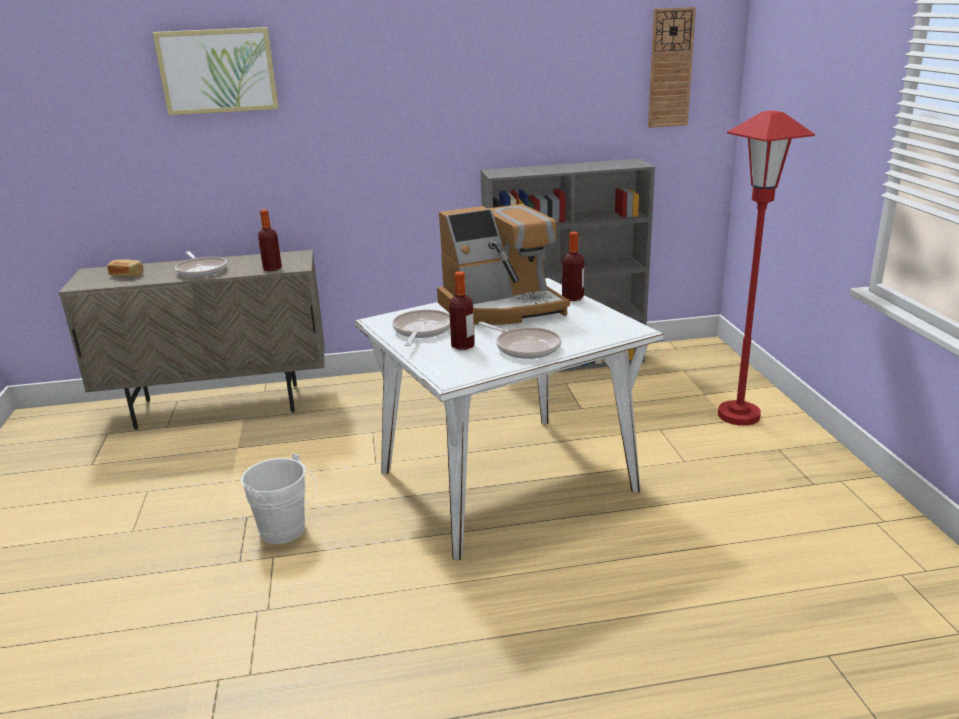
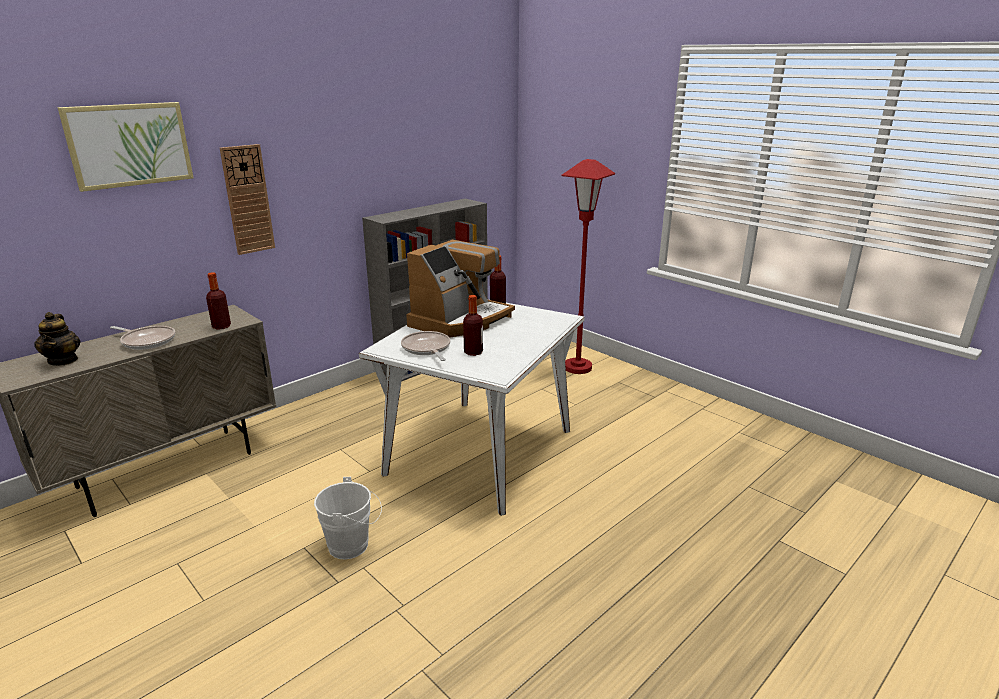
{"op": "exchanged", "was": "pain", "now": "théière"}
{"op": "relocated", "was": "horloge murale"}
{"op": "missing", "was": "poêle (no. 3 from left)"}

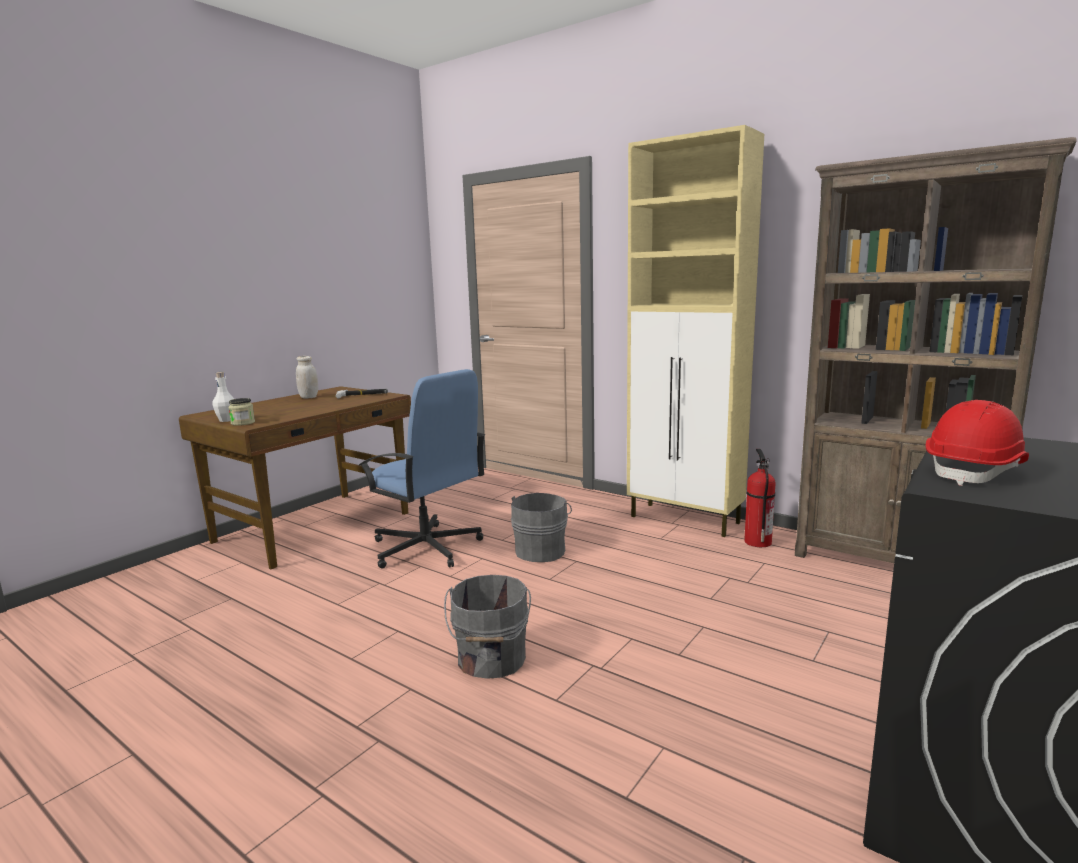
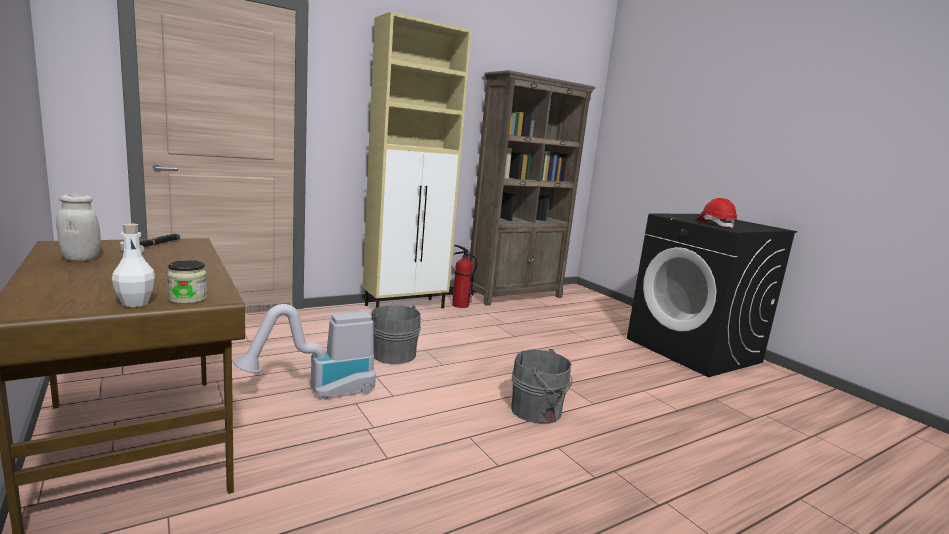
{"op": "exchanged", "was": "chaise de bureau/bleu", "now": "aspirateur"}

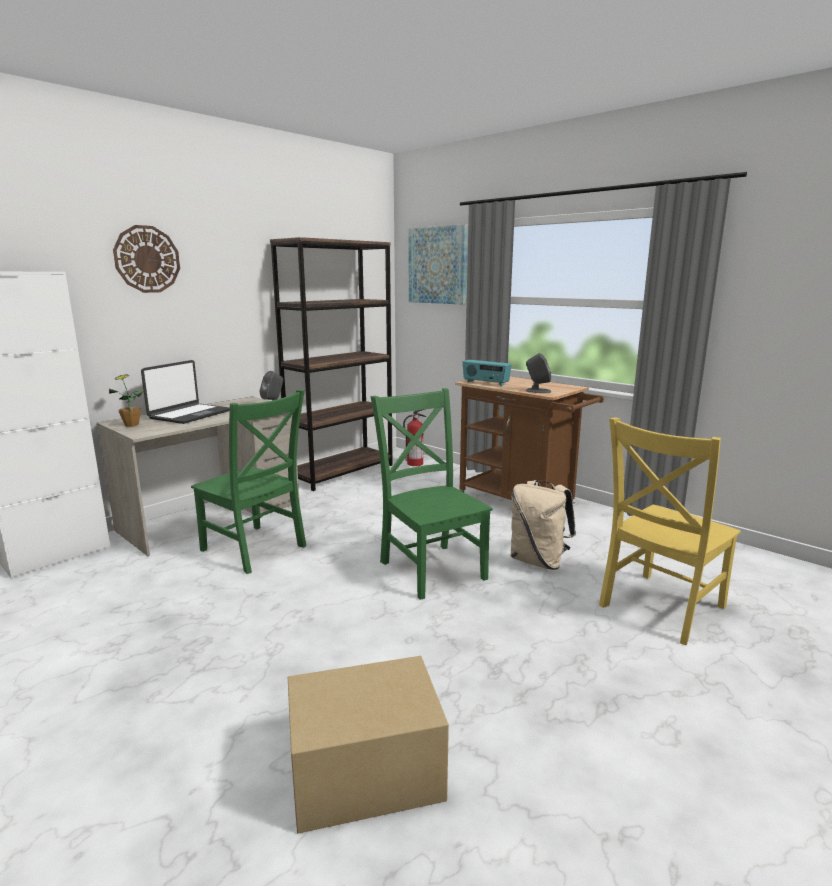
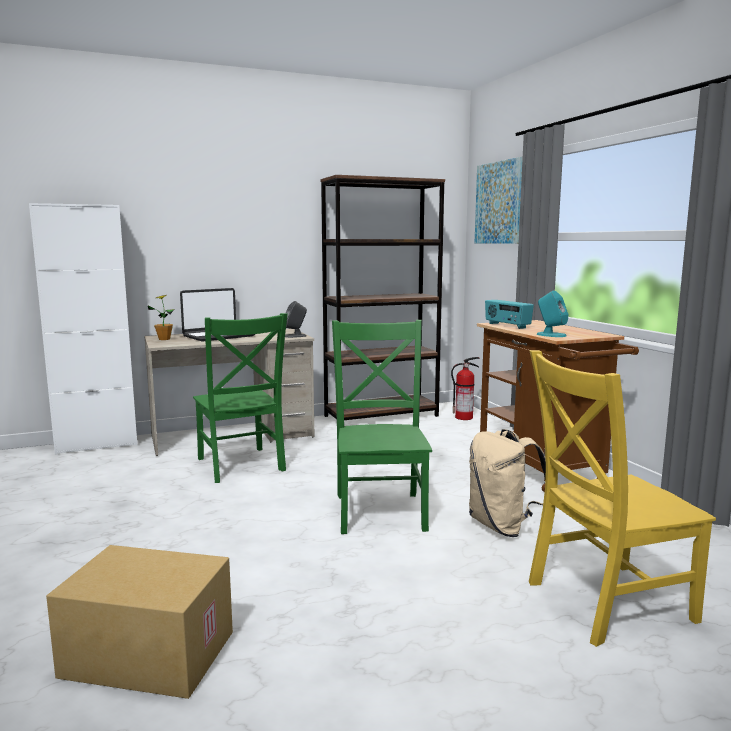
{"op": "colour", "was": "enceinte/gris (no. 2 from left)", "now": "enceinte/turquoise"}
{"op": "missing", "was": "horloge murale"}

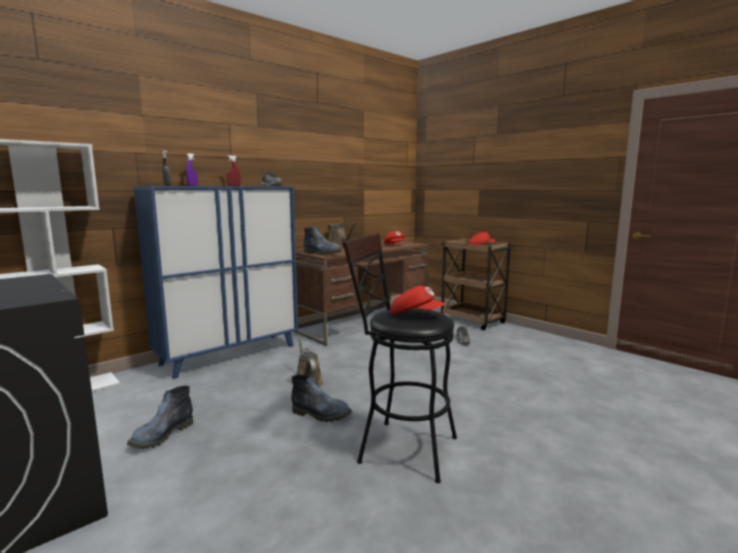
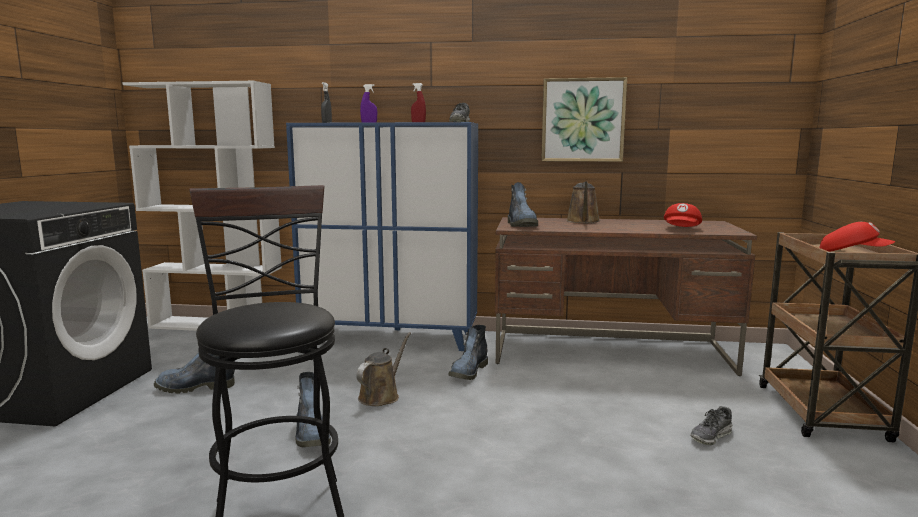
{"op": "appeared", "now": "botte (no. 3 from left)"}
{"op": "appeared", "now": "tableau"}
{"op": "missing", "was": "casquette/rouge (no. 2 from left)"}

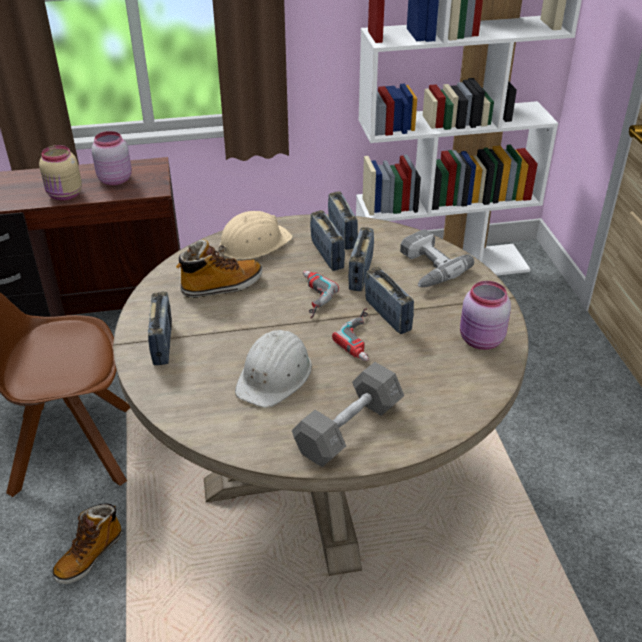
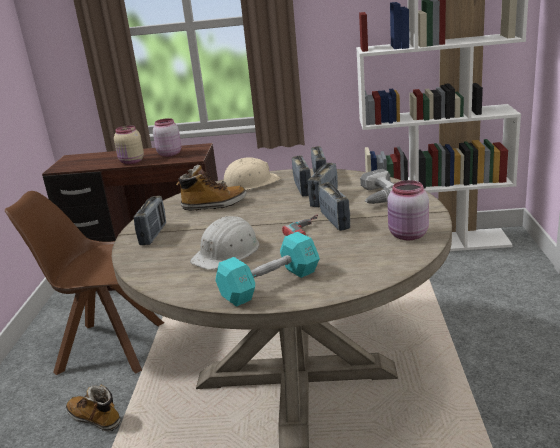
{"op": "spun", "was": "botte (no. 1 from left)", "clockwise": 75}
{"op": "colour", "was": "haltère/gris", "now": "haltère/turquoise"}
{"op": "missing", "was": "perceuse (no. 1 from left)"}

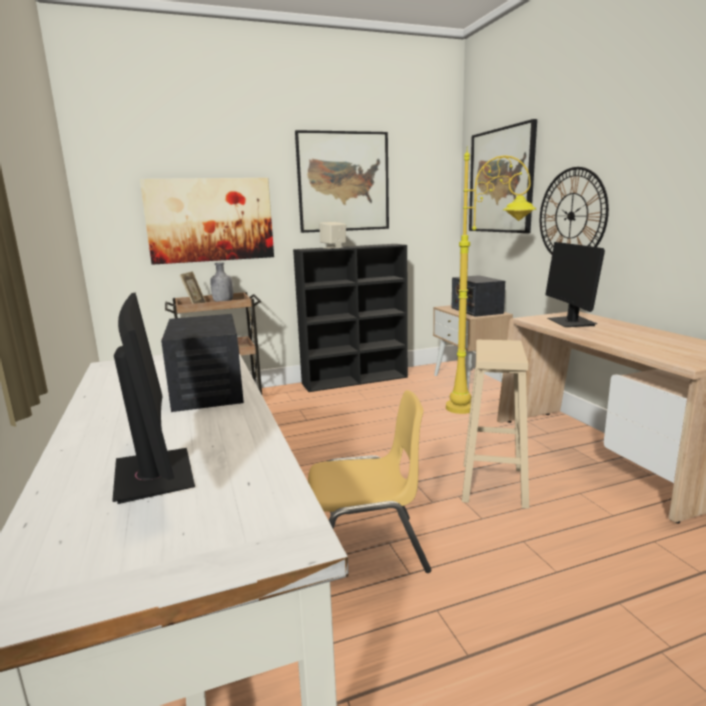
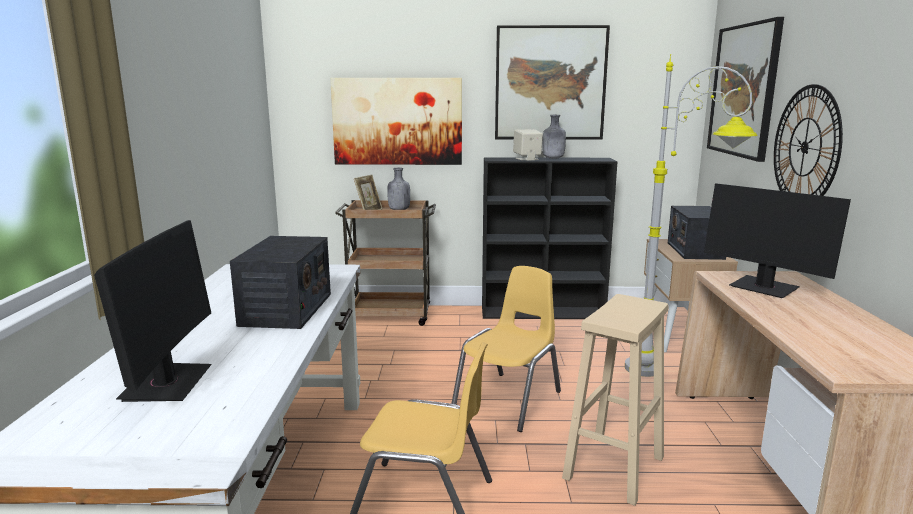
{"op": "appeared", "now": "chaise/jaune (no. 2 from left)"}
{"op": "appeared", "now": "bouteille/gris (no. 2 from left)"}
{"op": "colour", "was": "lampadaire/jaune", "now": "lampadaire/gris"}
{"op": "spun", "was": "écran d'ordinateur (no. 2 from left)", "clockwise": -60}

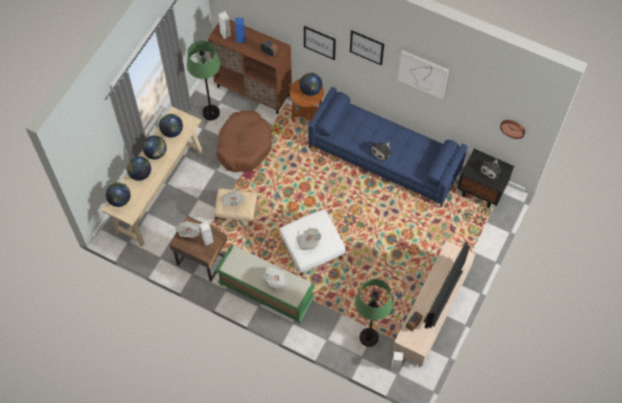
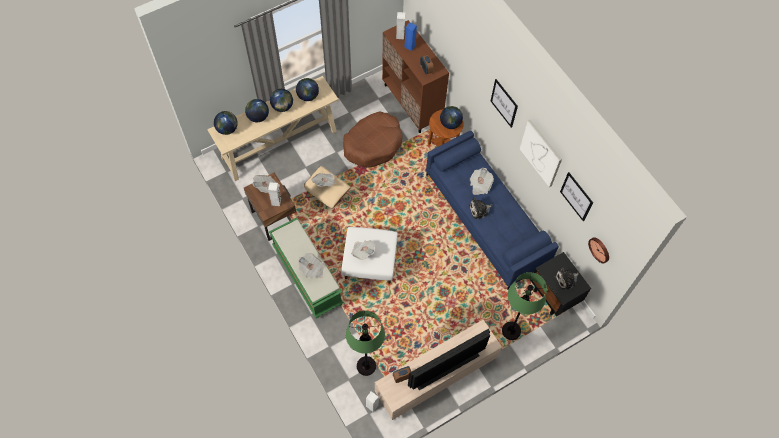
{"op": "appeared", "now": "journal (no. 5 from left)"}
{"op": "relocated", "was": "lampadaire/vert (no. 1 from left in the first image)", "now": "lampadaire/vert (no. 2 from left)"}
{"op": "relocated", "was": "tableau (no. 1 from left in the first image)", "now": "tableau (no. 3 from left)"}

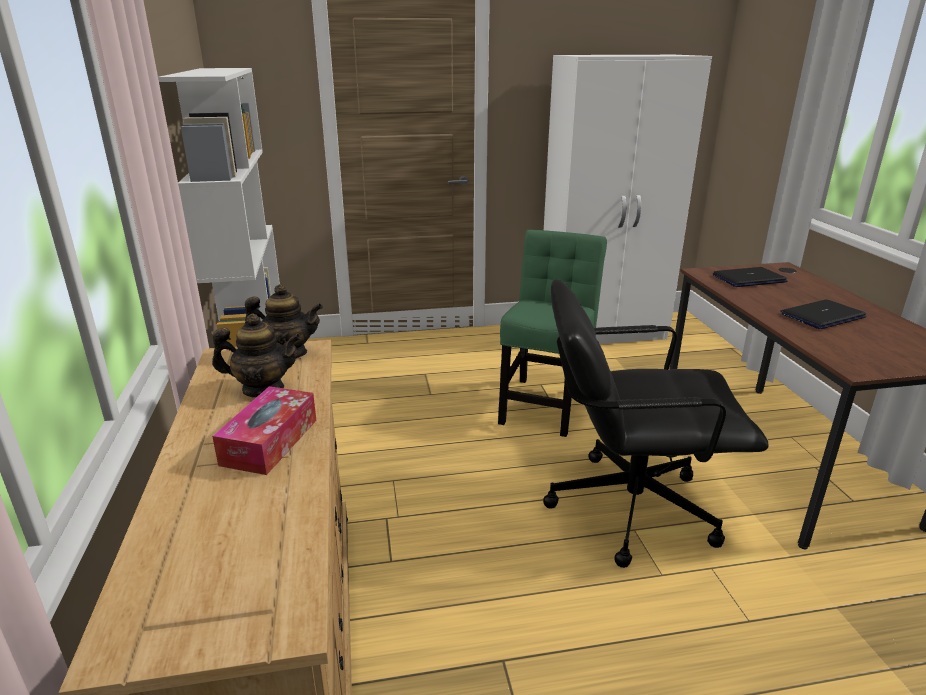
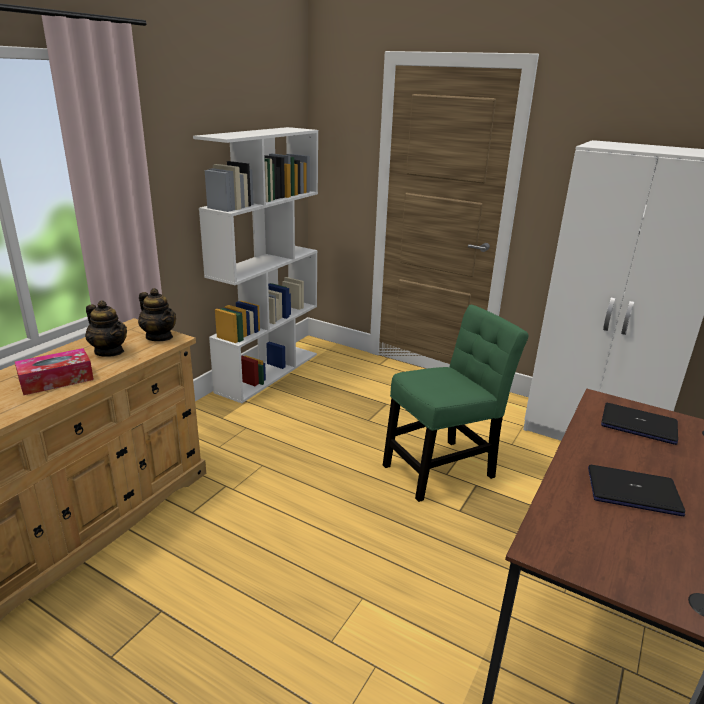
{"op": "missing", "was": "chaise de bureau/noir"}

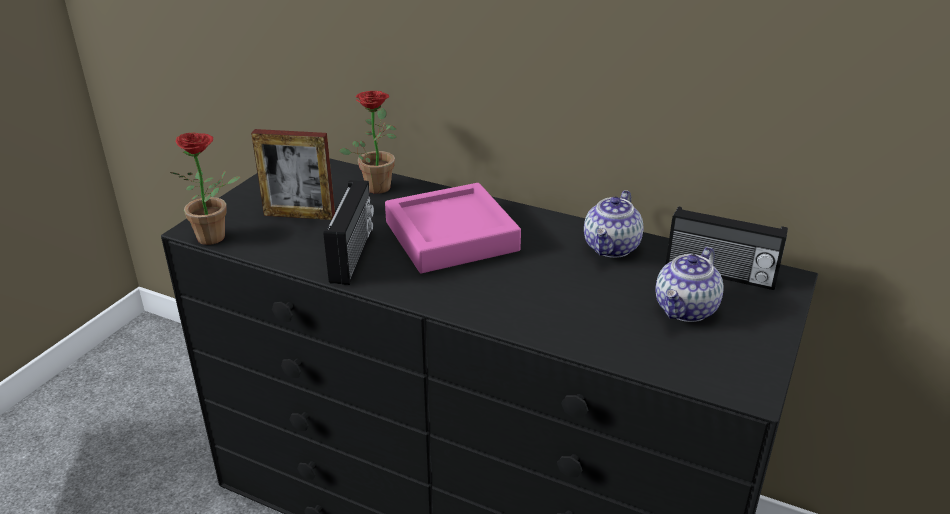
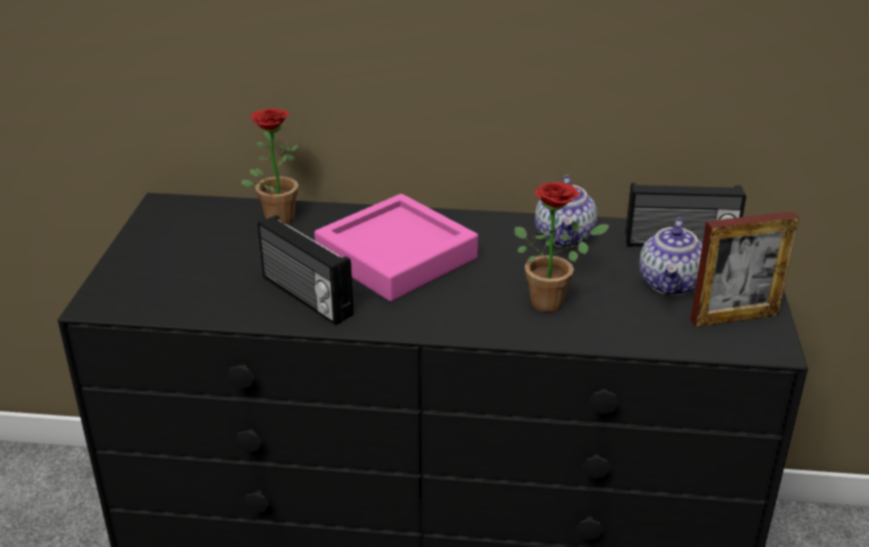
{"op": "spun", "was": "radio (no. 1 from left)", "clockwise": 150}
{"op": "relocated", "was": "plante en pot (no. 1 from left in the first image)", "now": "plante en pot (no. 2 from left)"}
{"op": "relocated", "was": "cadre photo"}

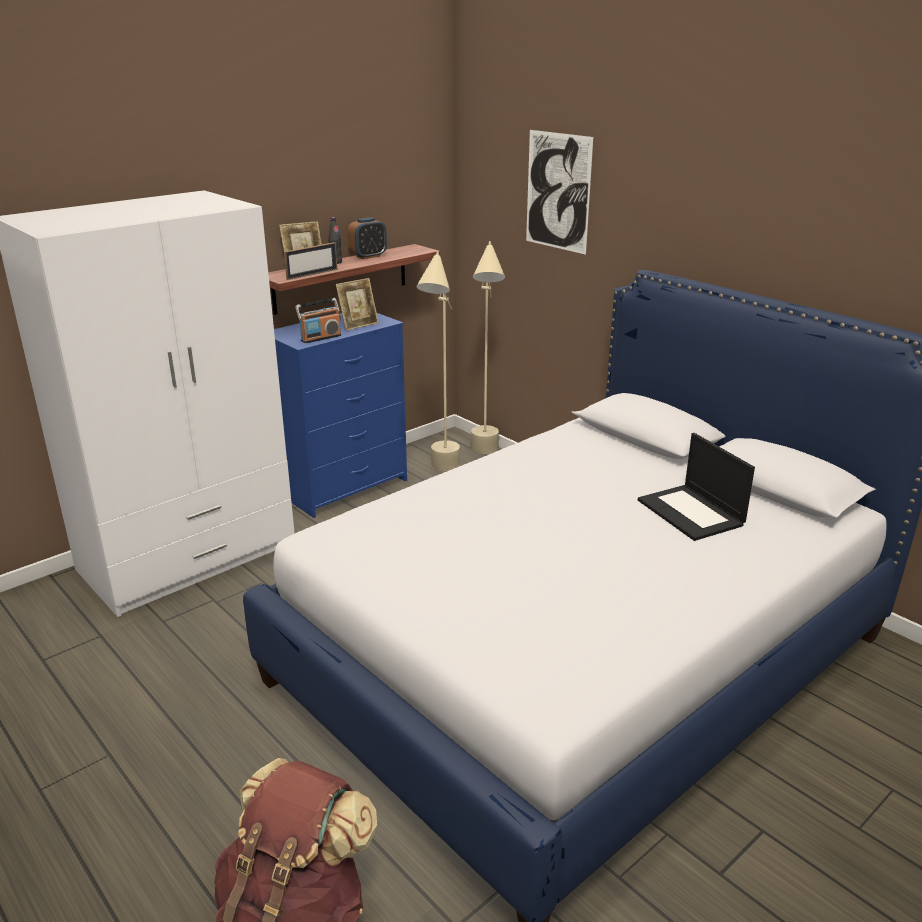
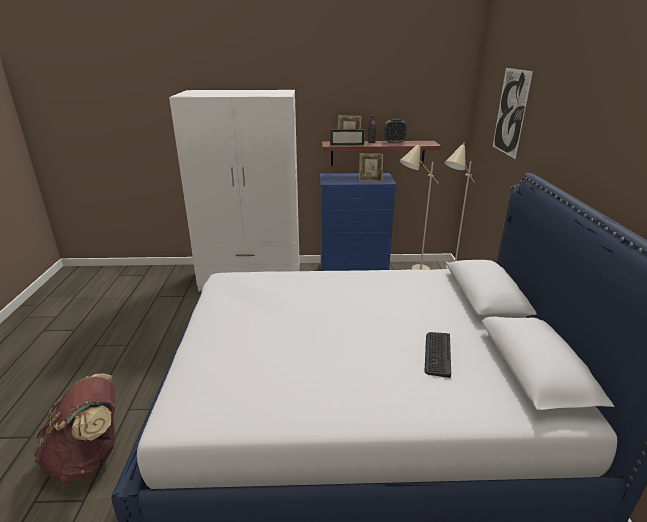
{"op": "exchanged", "was": "ordinateur portable", "now": "clavier"}
{"op": "missing", "was": "radio"}

